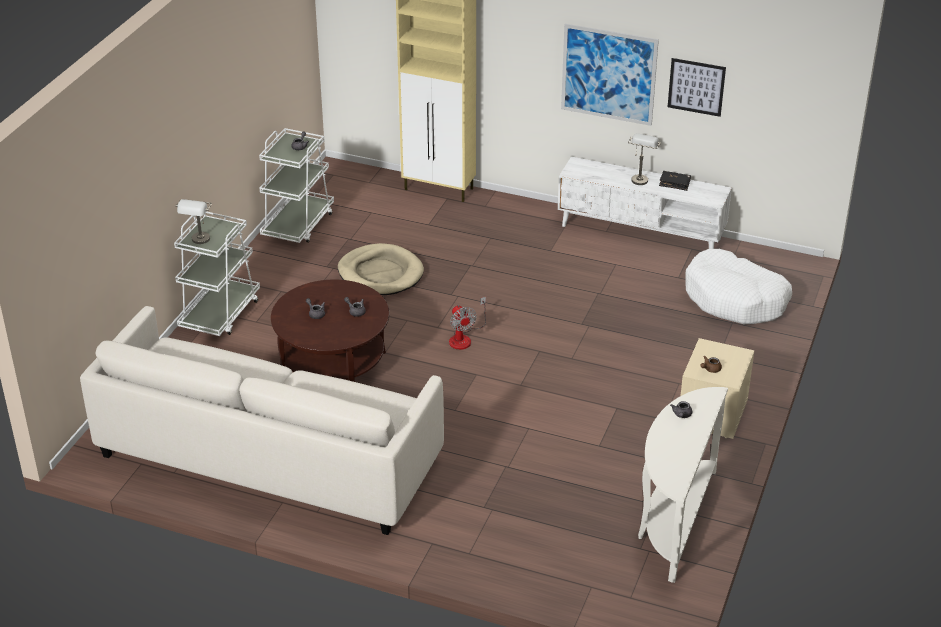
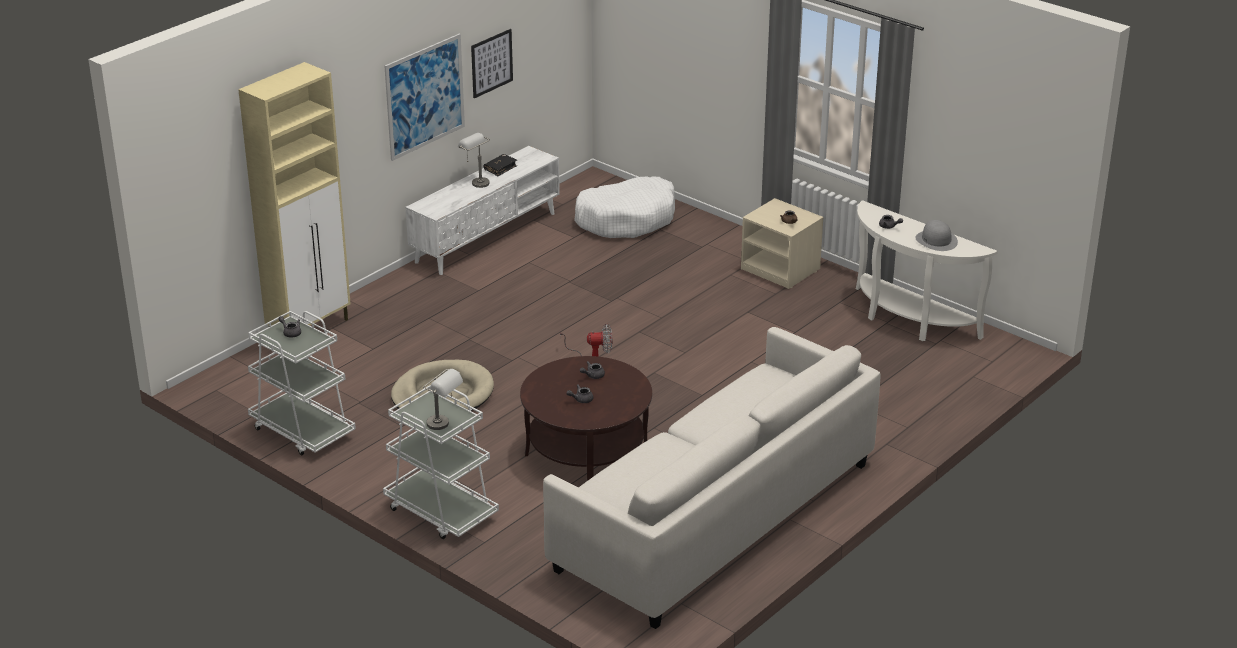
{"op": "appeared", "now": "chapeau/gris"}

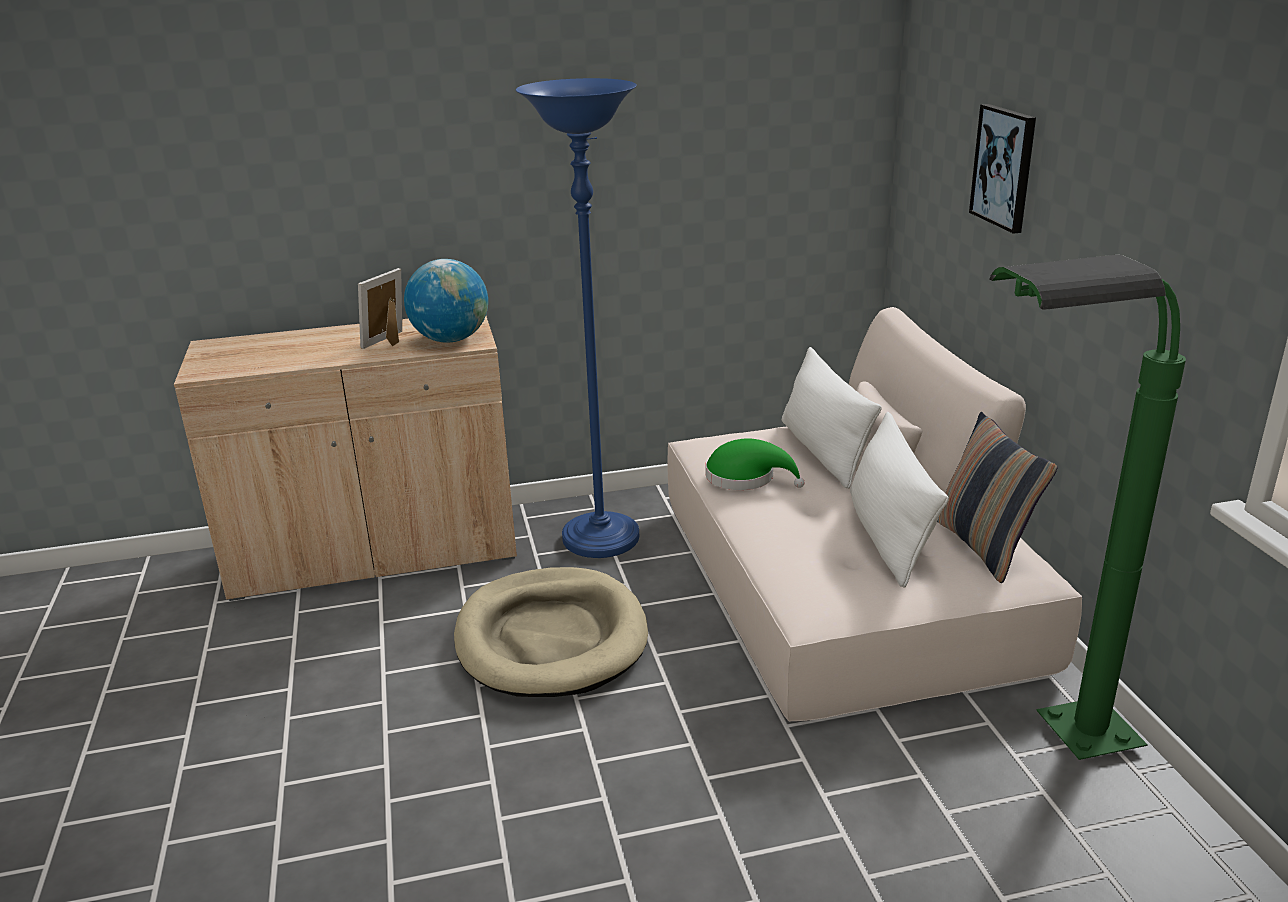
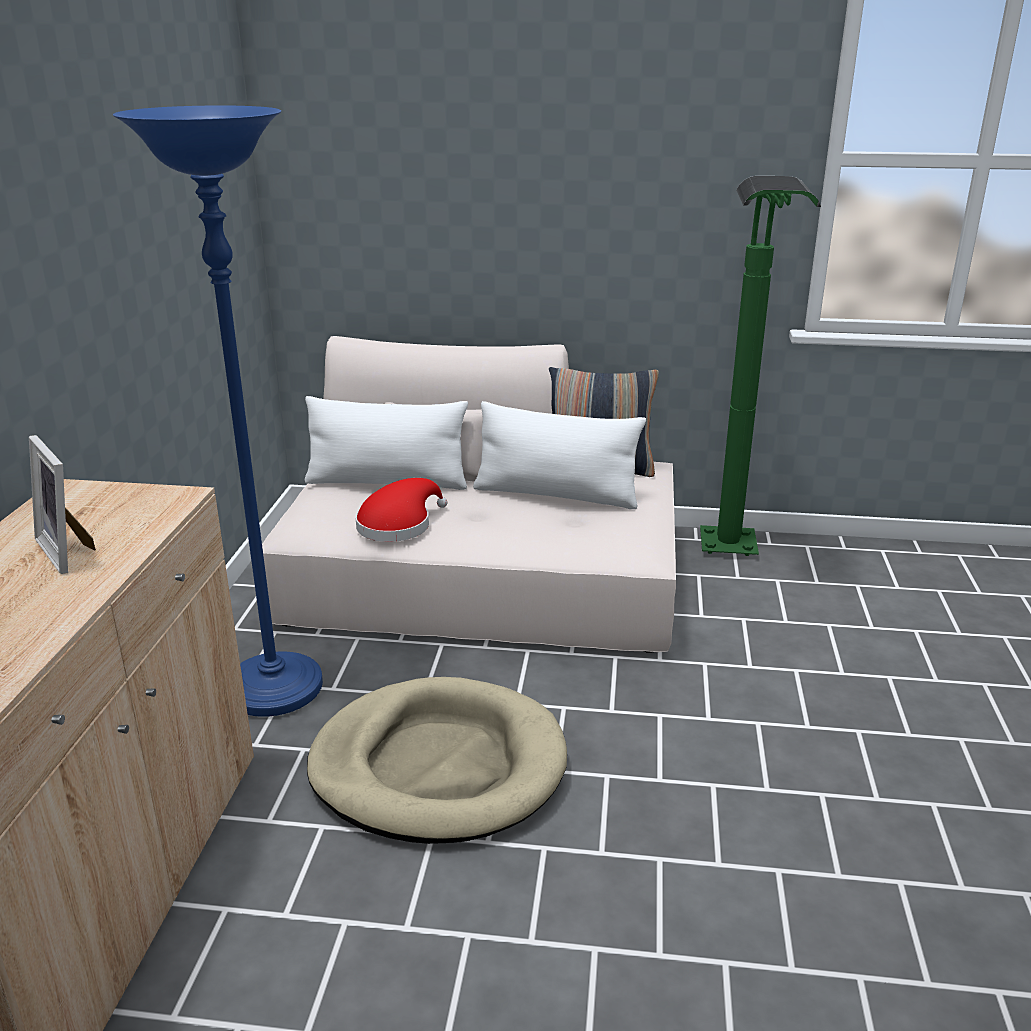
{"op": "colour", "was": "chapeau/vert", "now": "chapeau/rouge"}
{"op": "missing", "was": "globe"}
{"op": "missing", "was": "tableau"}

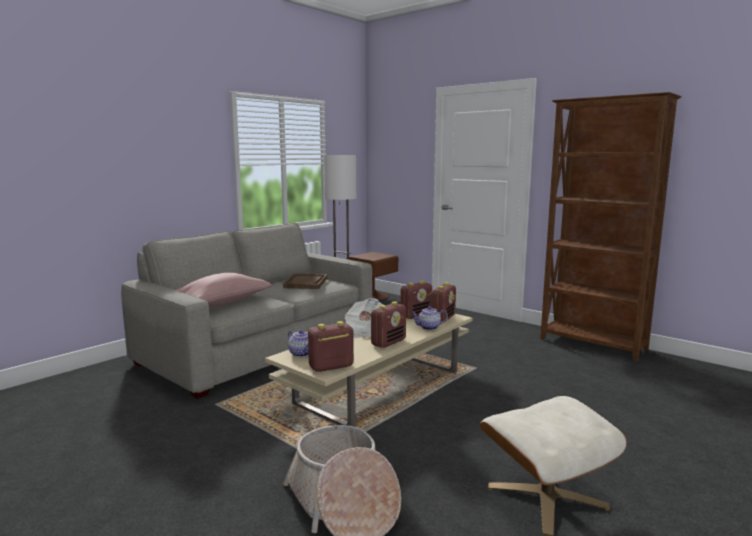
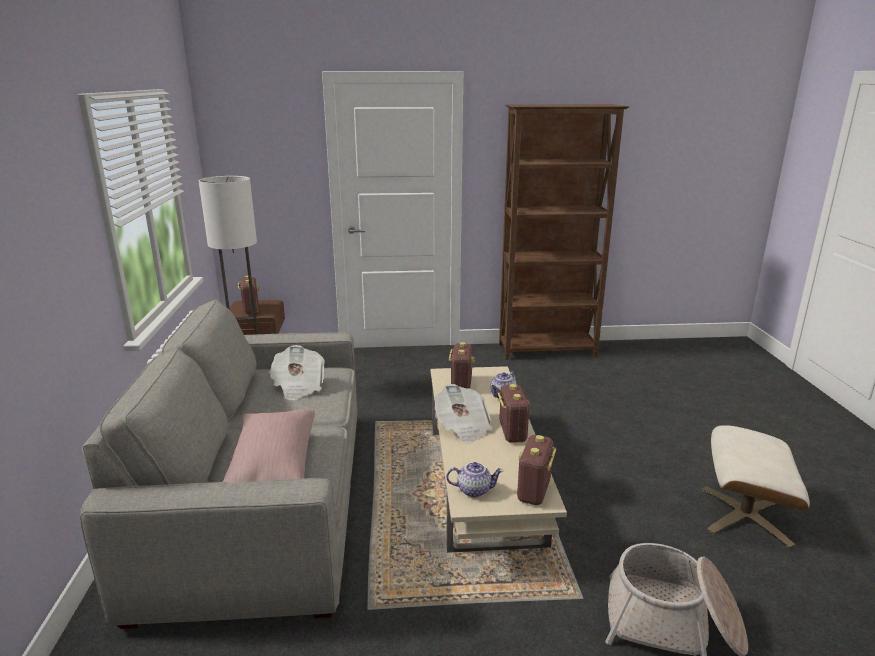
{"op": "relocated", "was": "radio (no. 4 from left in the first image)", "now": "radio (no. 1 from left)"}
{"op": "exchanged", "was": "plateau/marron", "now": "journal (no. 1 from left)"}

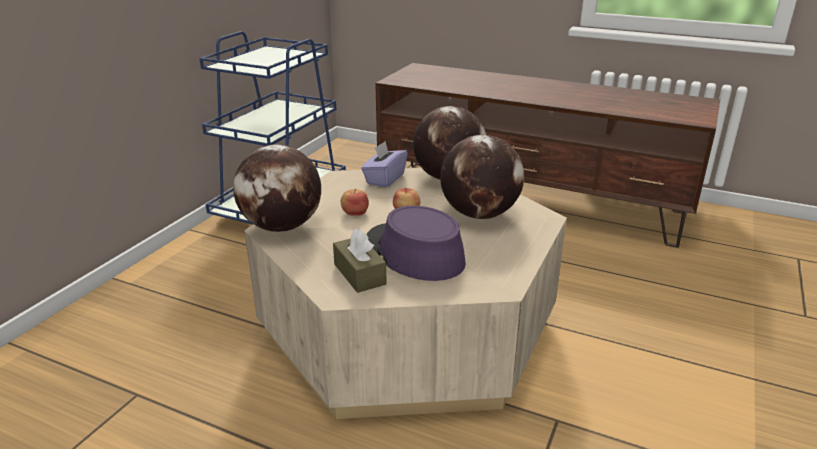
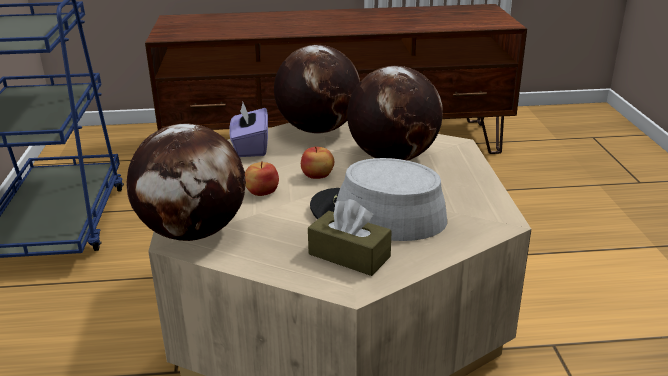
{"op": "colour", "was": "chapeau/violet", "now": "chapeau/gris"}

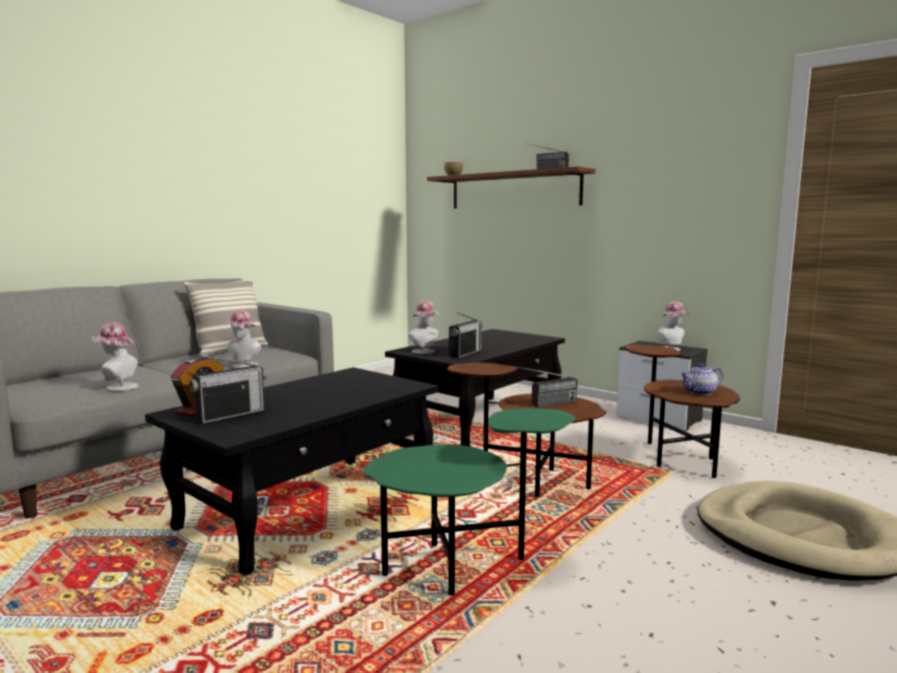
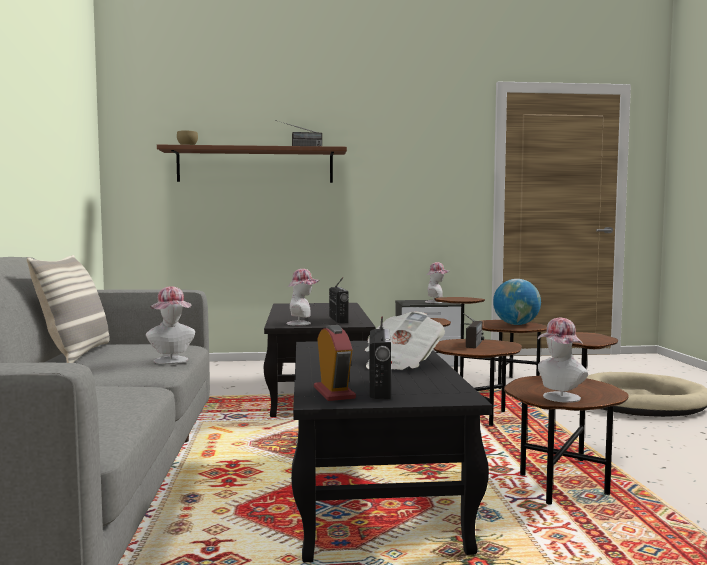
{"op": "appeared", "now": "journal"}
{"op": "exchanged", "was": "théière", "now": "globe"}
{"op": "colour", "was": "table d'appoint/vert", "now": "table d'appoint/marron (no. 3 from left)"}
{"op": "relocated", "was": "chapeau (no. 1 from left in the first image)", "now": "chapeau (no. 4 from left)"}

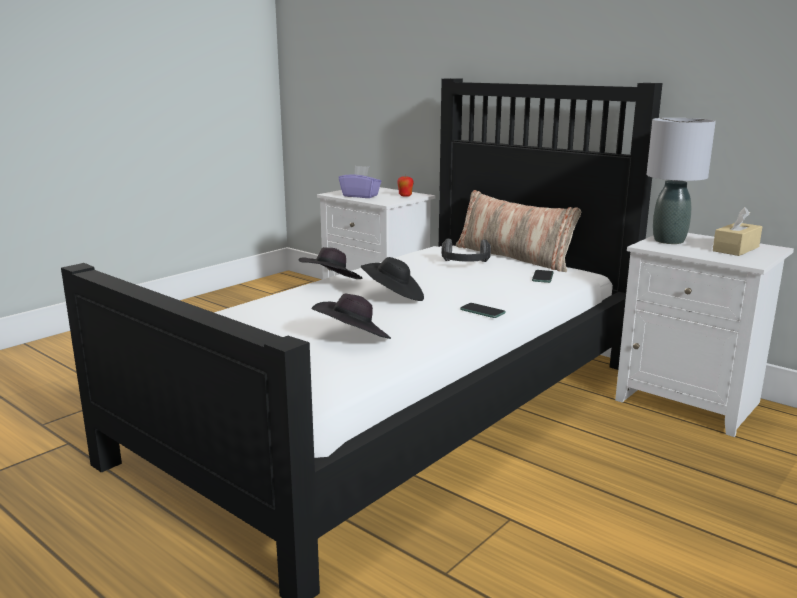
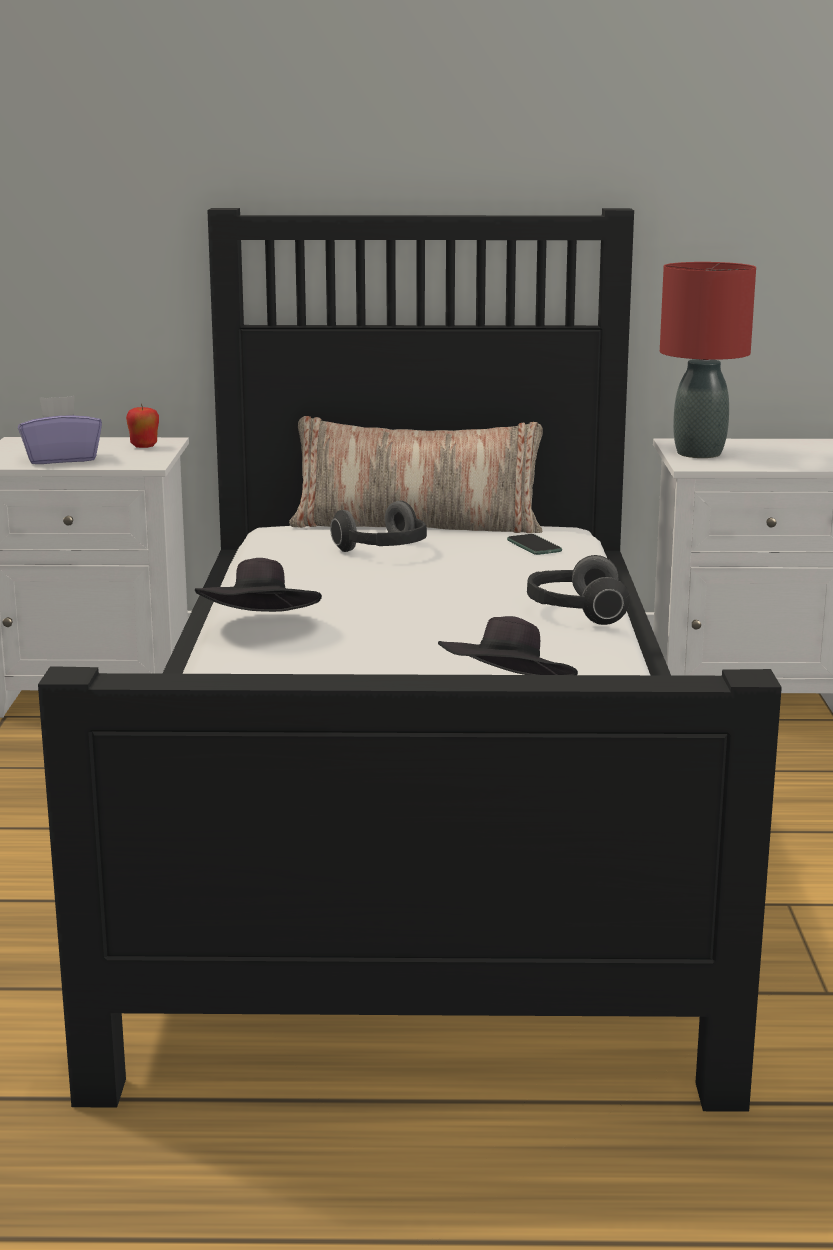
{"op": "exchanged", "was": "téléphone (no. 1 from left)", "now": "casque audio (no. 2 from left)"}
{"op": "colour", "was": "lampe de table/gris", "now": "lampe de table/rouge"}
{"op": "missing", "was": "chapeau/noir (no. 3 from left)"}
{"op": "missing", "was": "boîte à mouchoirs/beige"}

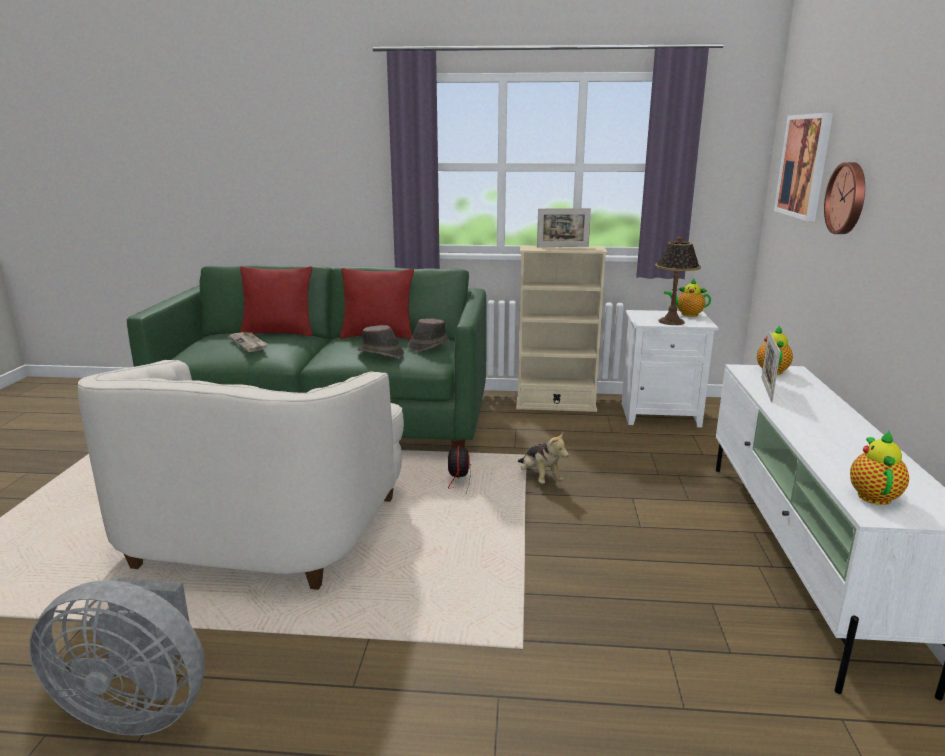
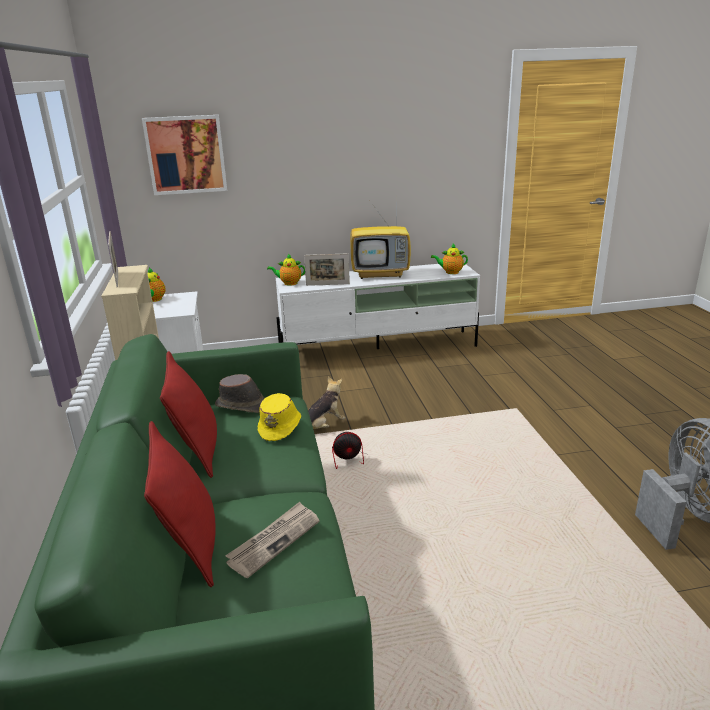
{"op": "colour", "was": "chapeau/marron (no. 1 from left)", "now": "chapeau/jaune"}
{"op": "appeared", "now": "téléviseur"}
{"op": "missing", "was": "fauteuil/blanc"}
{"op": "missing", "was": "lampe de table"}
{"op": "missing", "was": "horloge murale"}

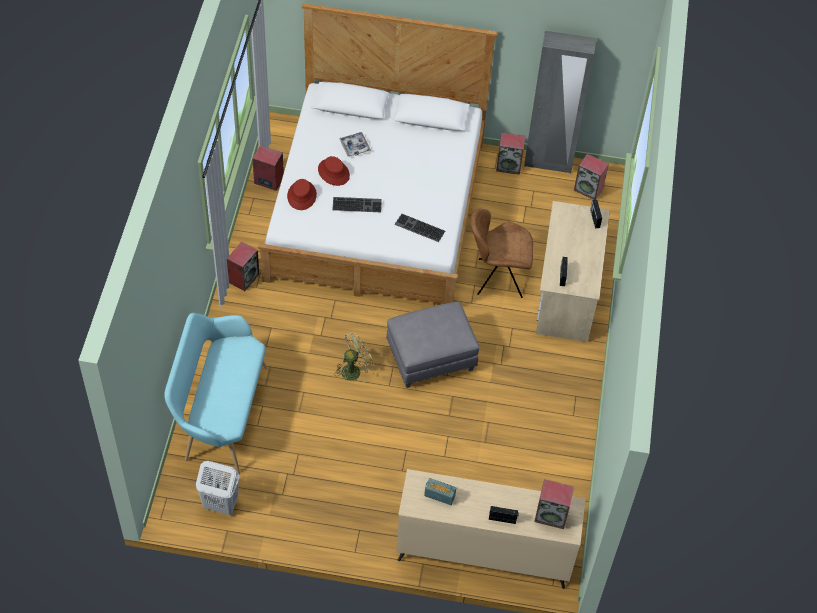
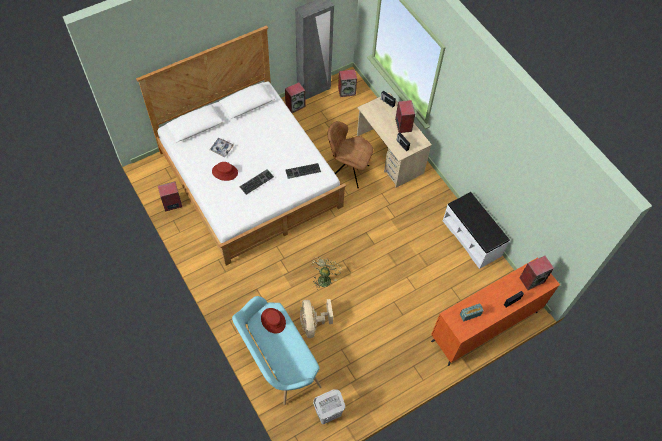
{"op": "relocated", "was": "chapeau/rouge (no. 1 from left in the first image)", "now": "chapeau/rouge (no. 2 from left)"}
{"op": "appeared", "now": "ventilateur/beige"}
{"op": "spun", "was": "chaise/marron", "clockwise": 60}
{"op": "relocated", "was": "enceinte (no. 1 from left in the first image)", "now": "enceinte (no. 4 from left)"}
{"op": "colour", "was": "commode/beige", "now": "commode/orange"}
{"op": "appeared", "now": "banc/blanc"}
{"op": "missing", "was": "pouf/gris"}

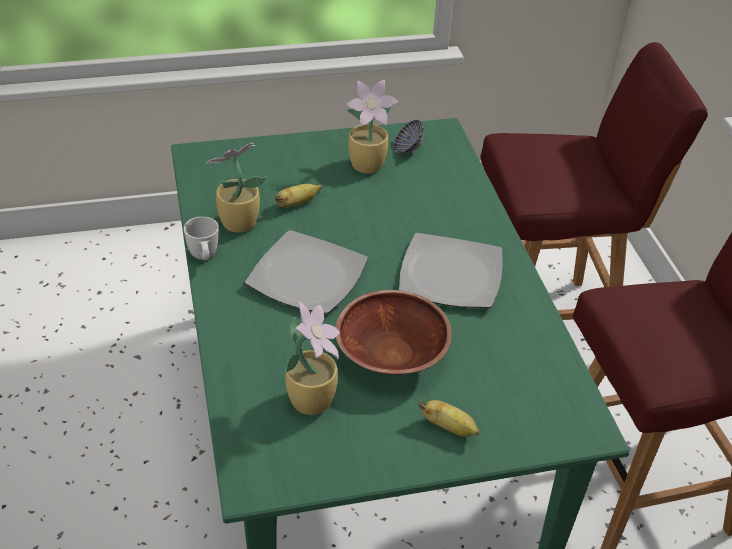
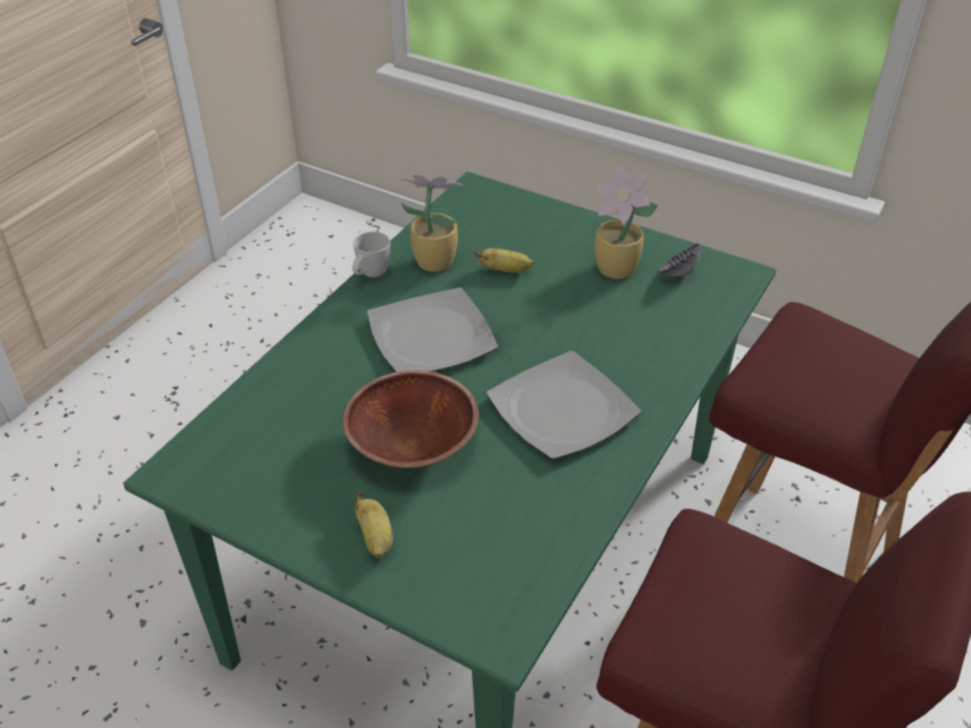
{"op": "missing", "was": "plante en pot (no. 2 from left)"}

